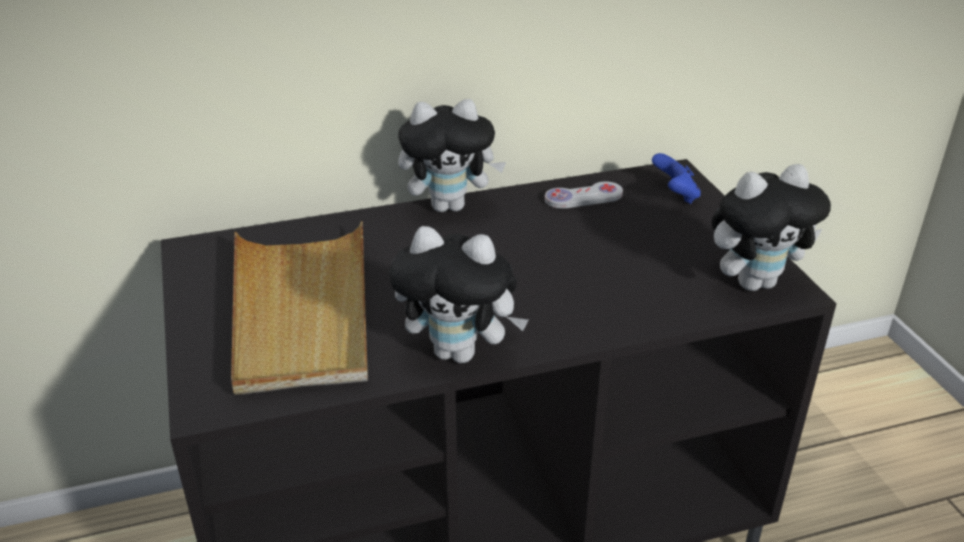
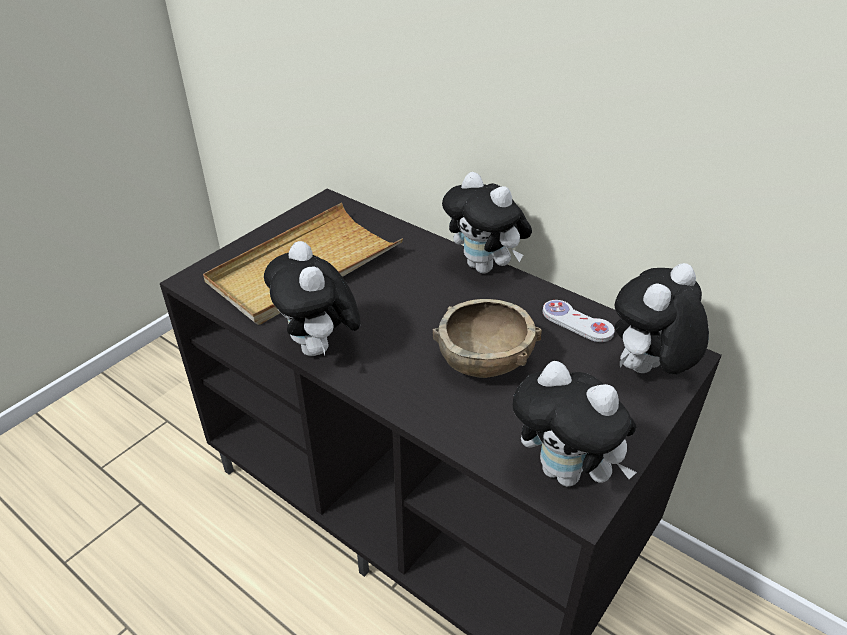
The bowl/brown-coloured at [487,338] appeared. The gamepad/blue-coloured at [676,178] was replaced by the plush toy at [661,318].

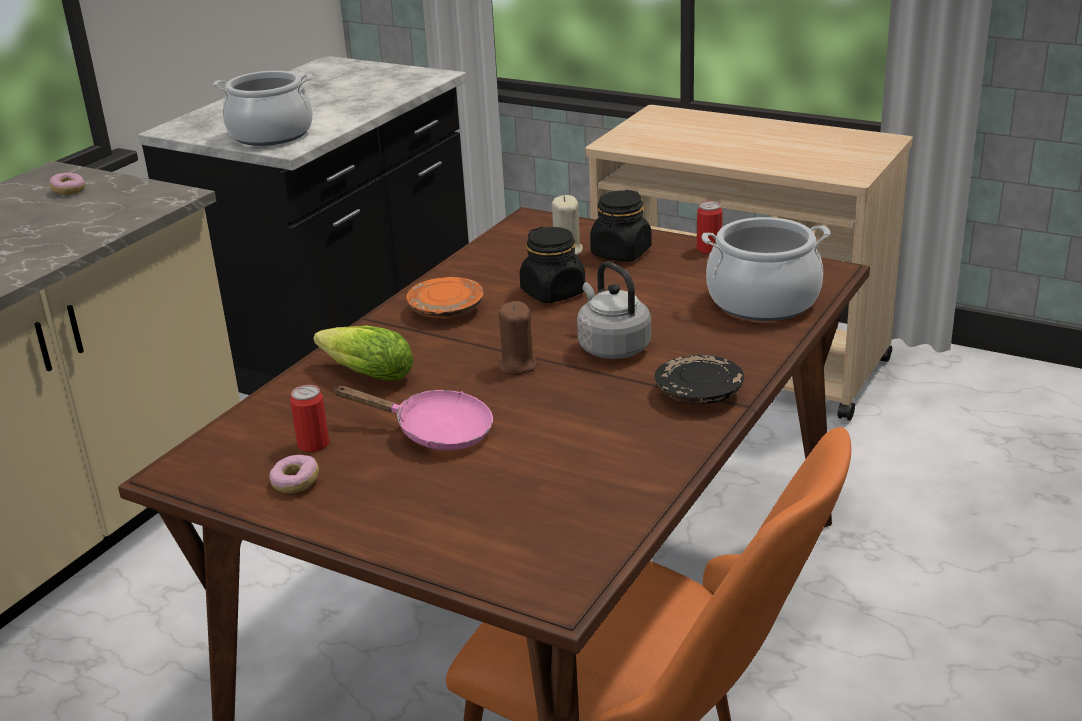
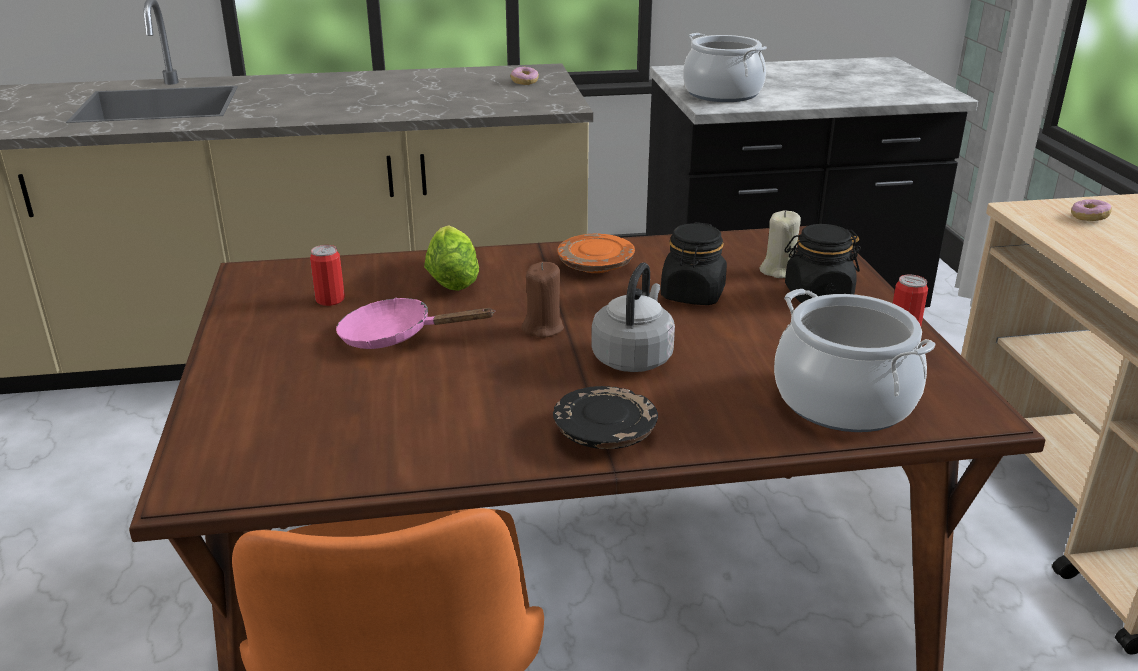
The donut moved from [294,474] to [1091,210]. The frying pan/pink at [413,418] turned 120 degrees clockwise.

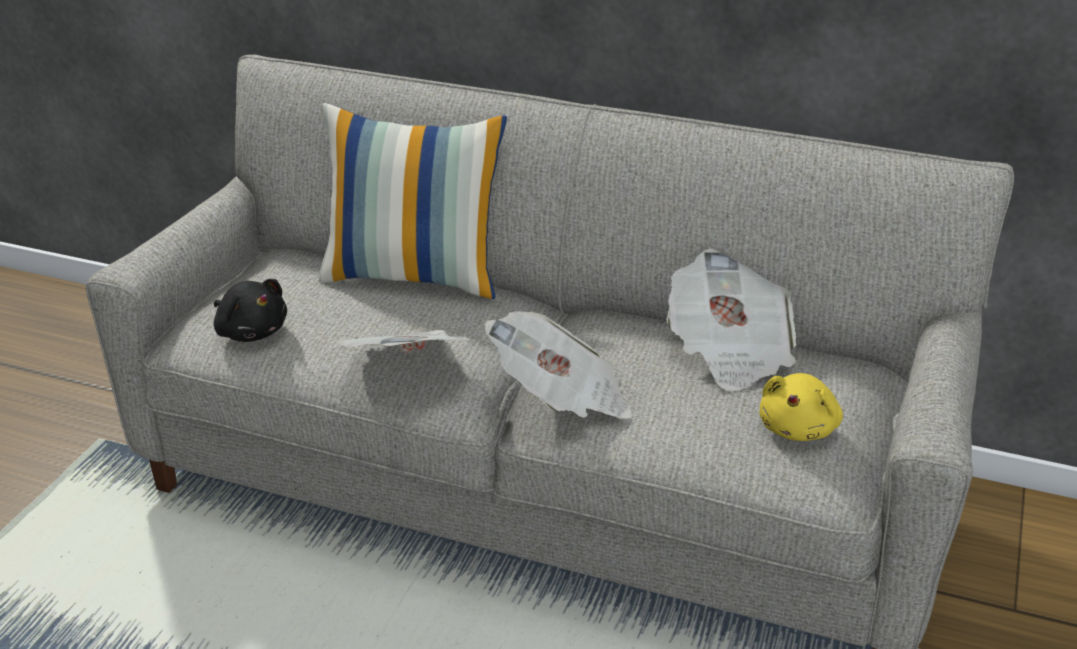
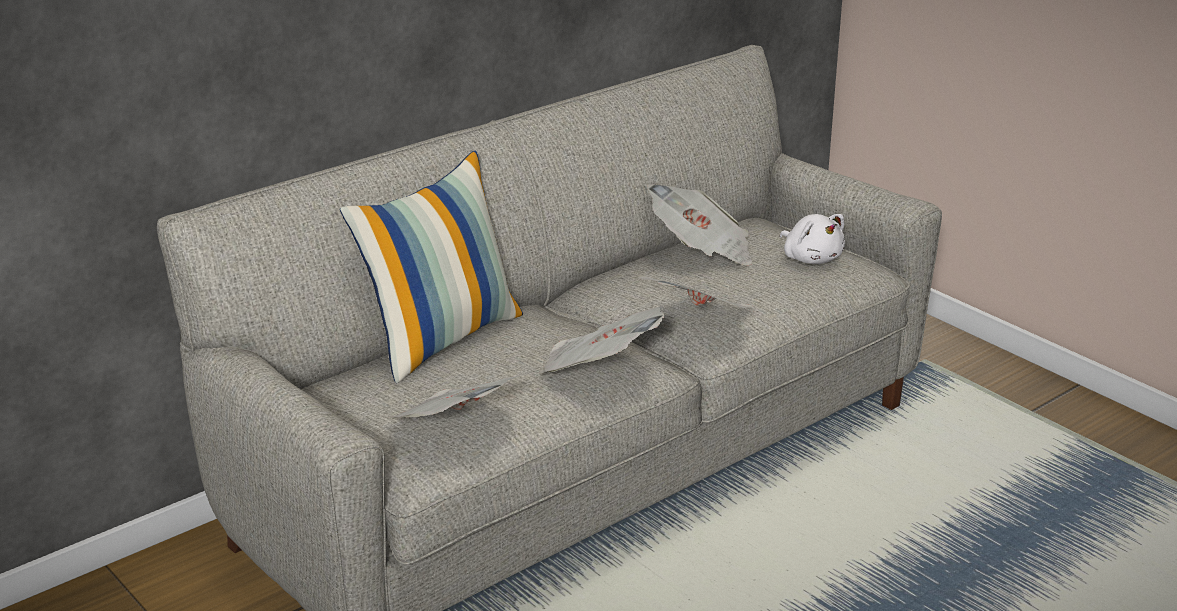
The plush toy/black-coloured at [250,310] was replaced by the printed paper at [455,397]. The plush toy/yellow-coloured at [801,407] became the plush toy/white-coloured at [812,239].

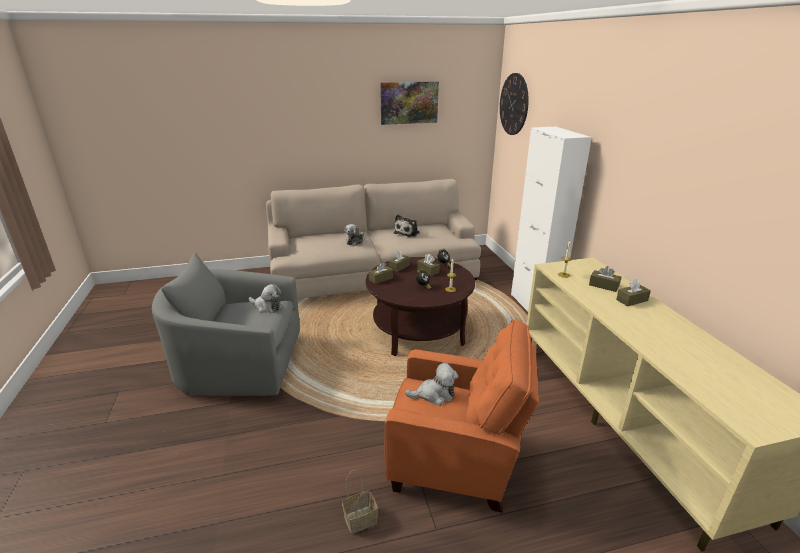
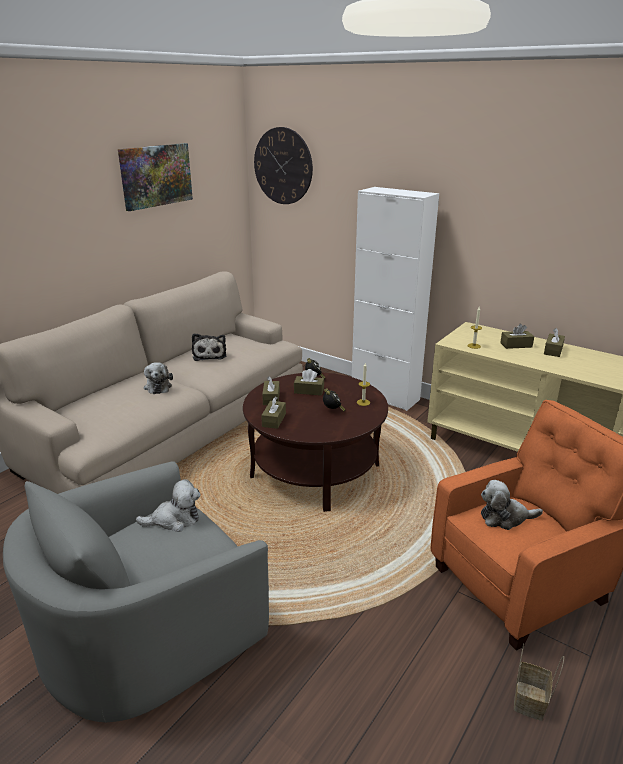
The plush toy at [431,384] turned 135 degrees counterclockwise.

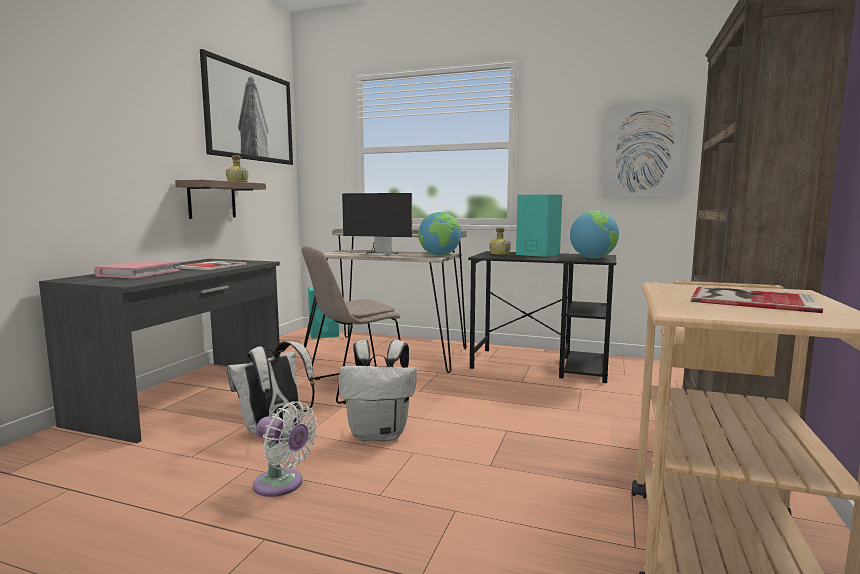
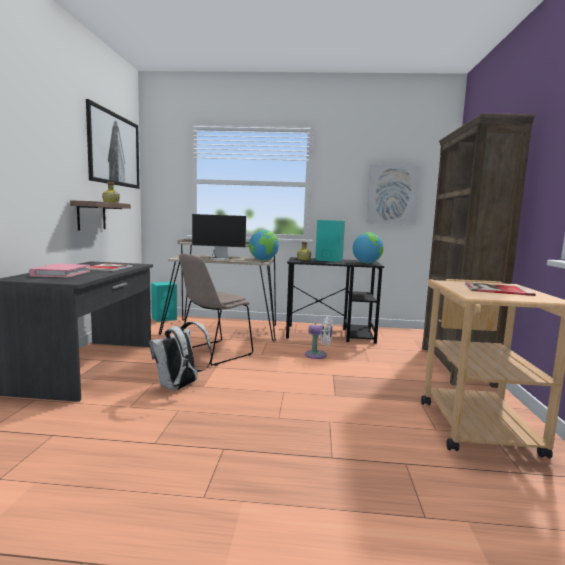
The rucksack/white-coloured at [378,390] disappeared. The fan/white-coloured moved from [285,449] to [319,337].

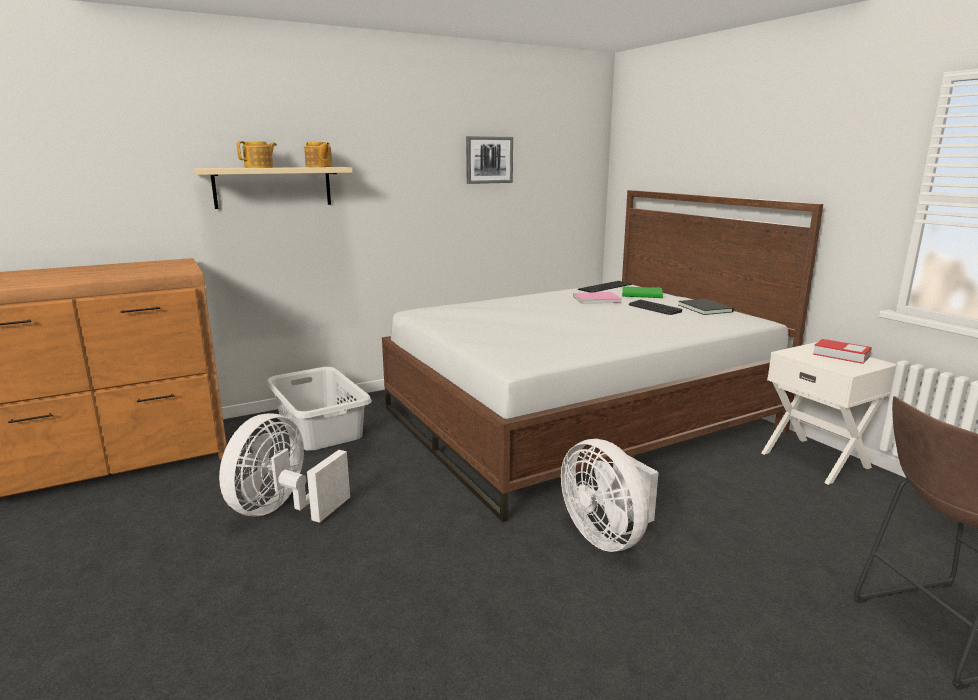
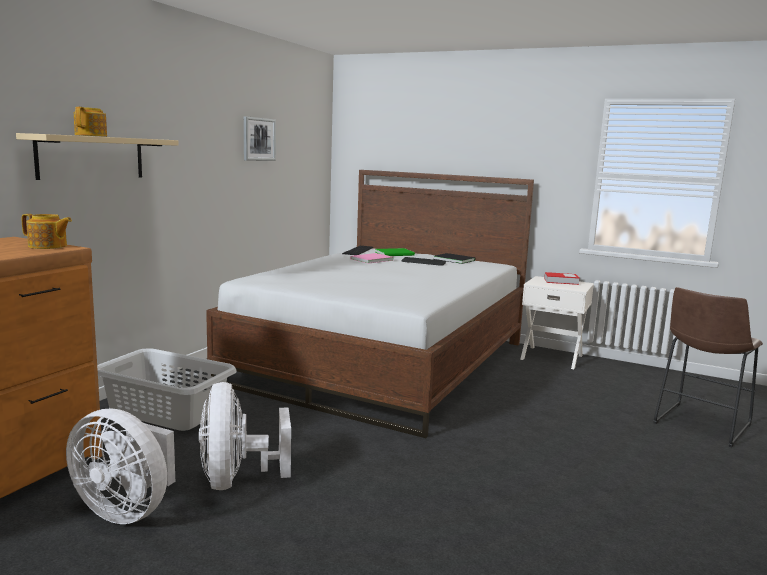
The pot for tea moved from [318,154] to [47,231]. The fan/white-coloured moved from [610,495] to [120,466].

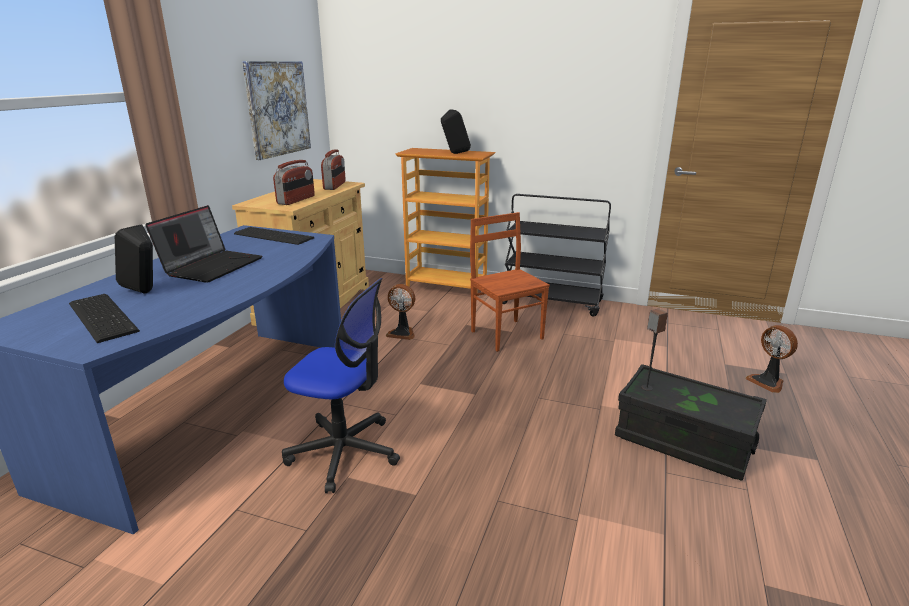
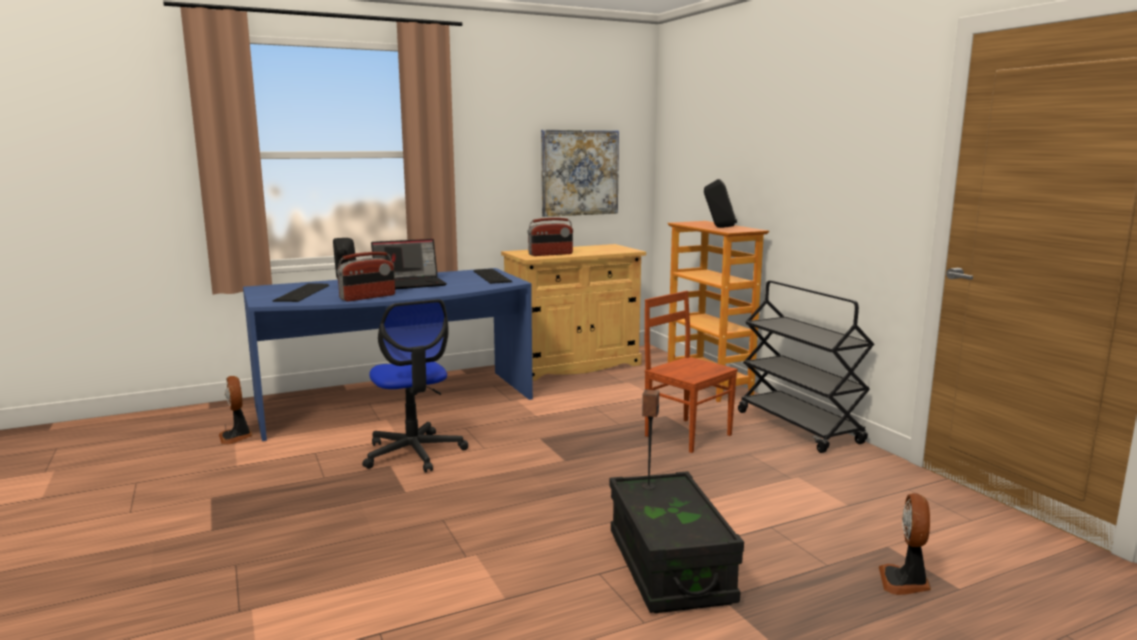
The radio receiver moved from [333,170] to [366,276]. The fan moved from [400,312] to [236,410]. The chair/brown-coloured at [510,282] turned 60 degrees counterclockwise.

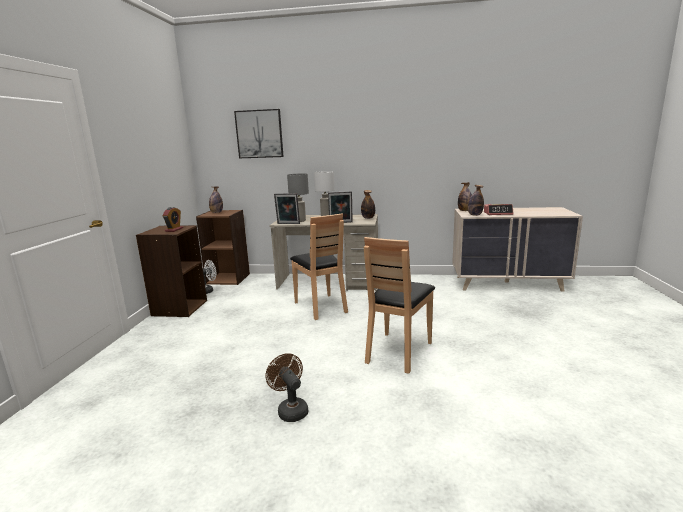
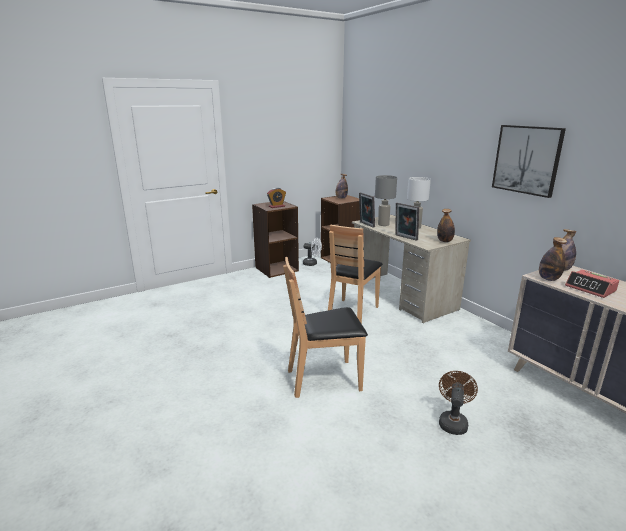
The wall picture moved from [259,133] to [529,161]. The fan/brown-coloured moved from [287,387] to [458,403].

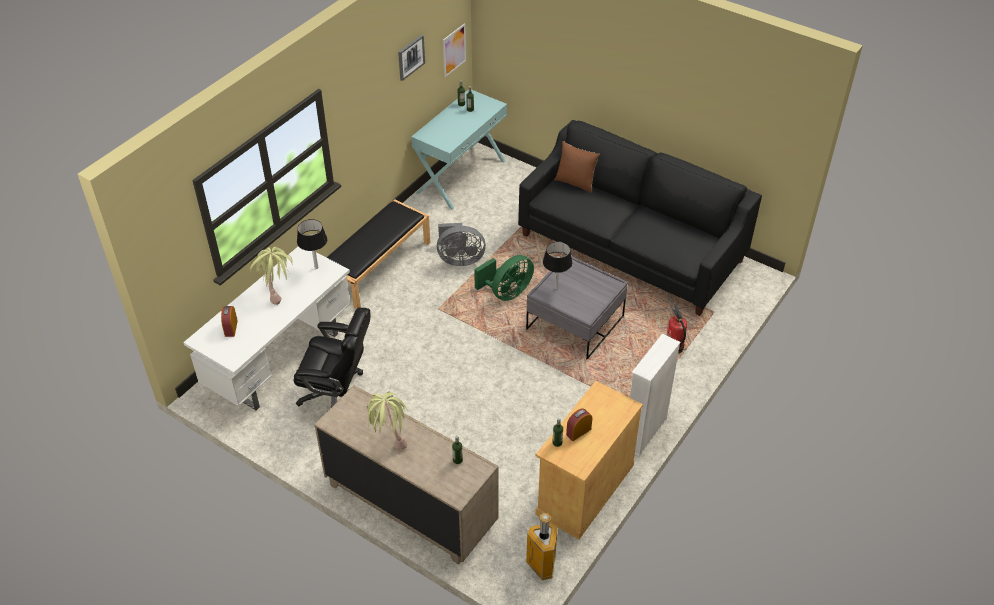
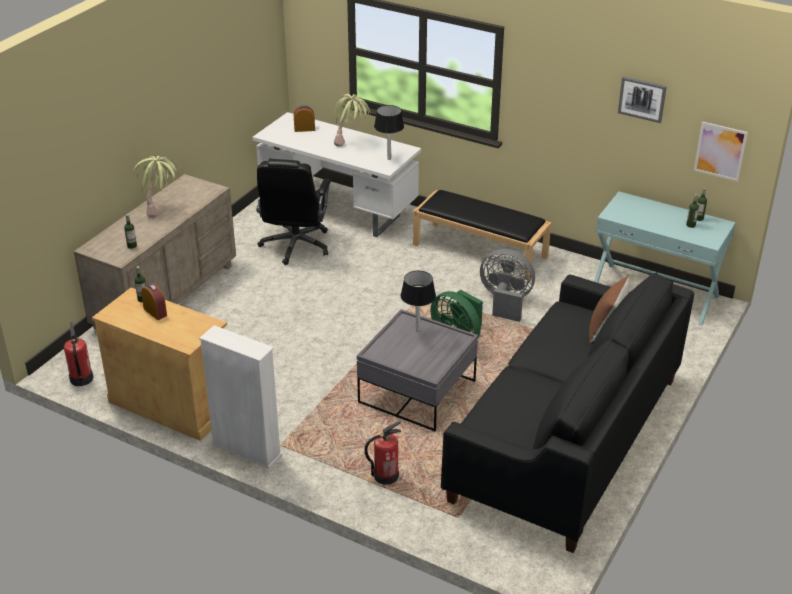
The waste bin at [542,546] was replaced by the fire extinguisher at [78,354]. The fan/grey at [461,244] turned 120 degrees clockwise.

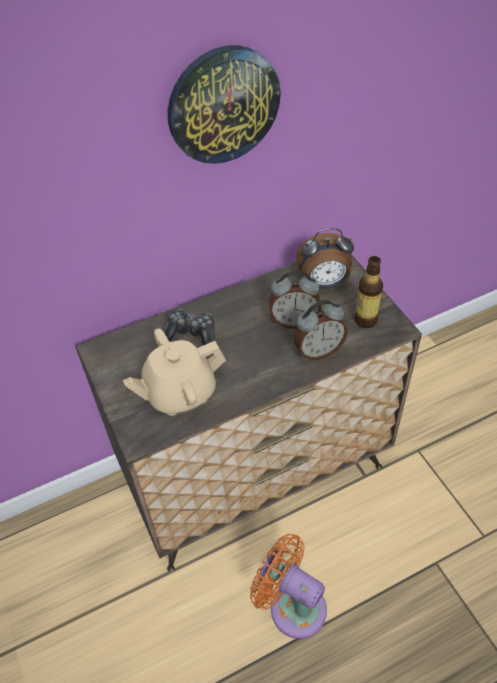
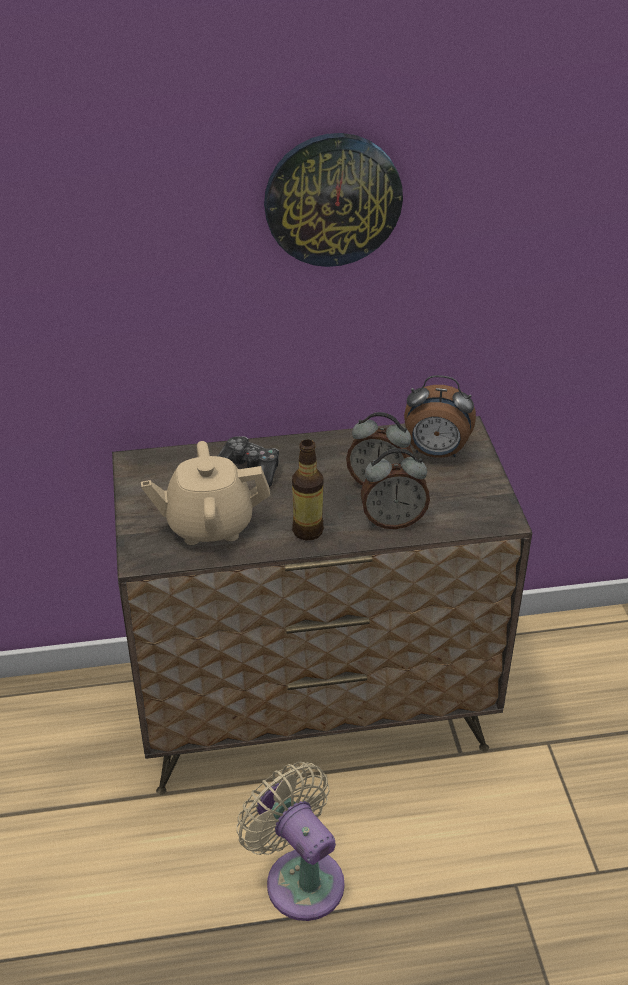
The bottle moved from [368,292] to [308,490]. The fan/orangey at [288,586] became the fan/beige-coloured at [290,841].

